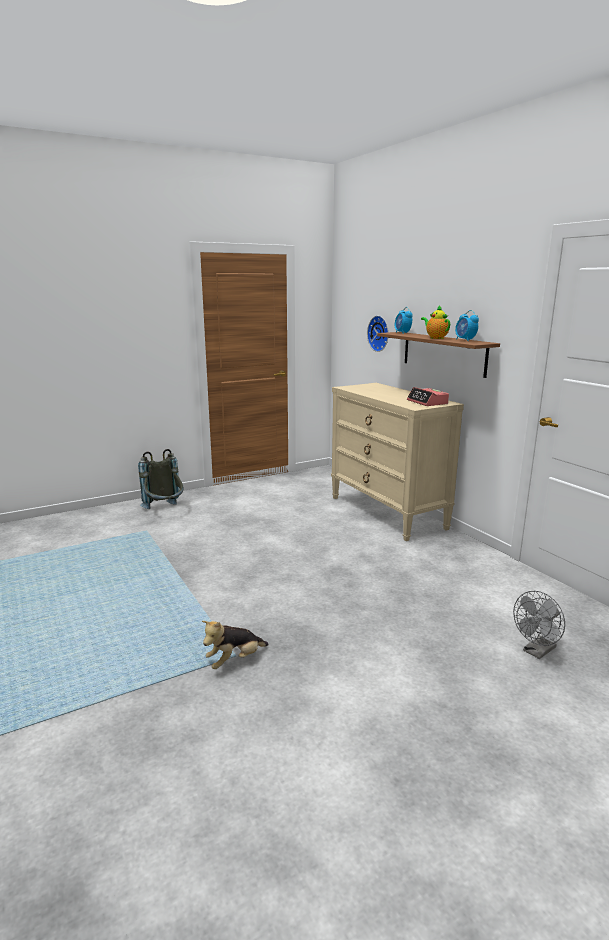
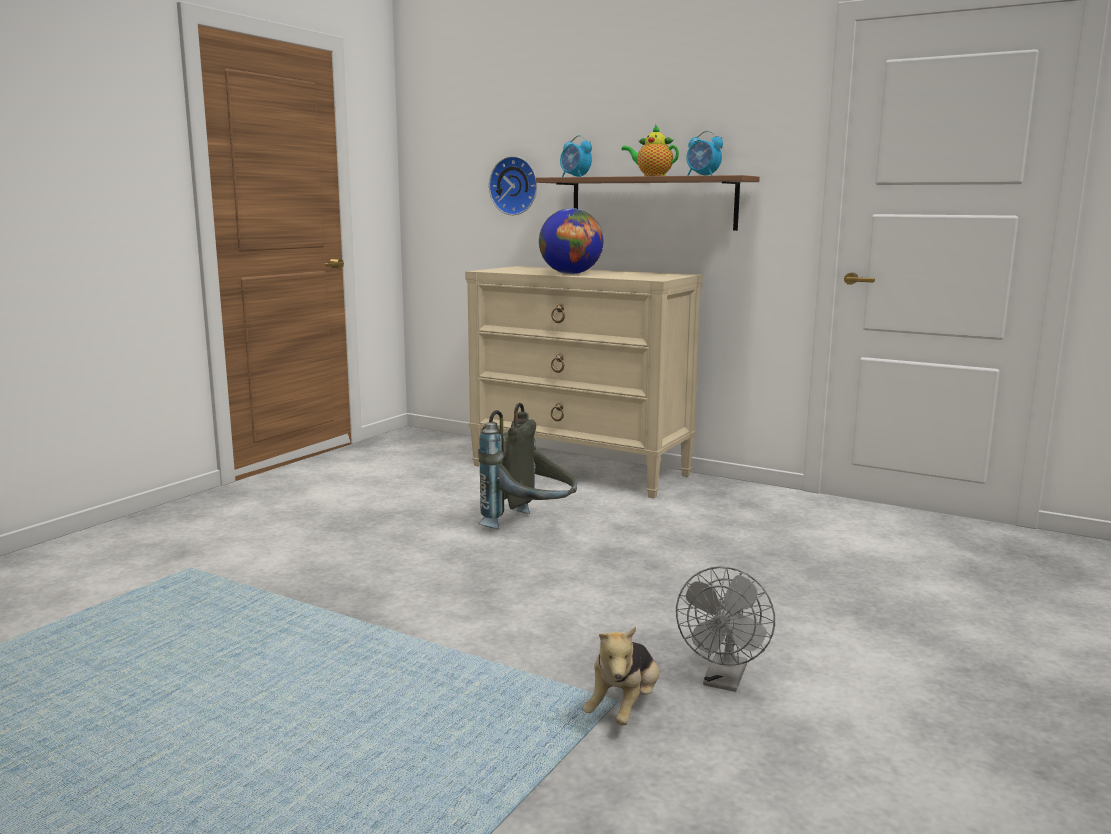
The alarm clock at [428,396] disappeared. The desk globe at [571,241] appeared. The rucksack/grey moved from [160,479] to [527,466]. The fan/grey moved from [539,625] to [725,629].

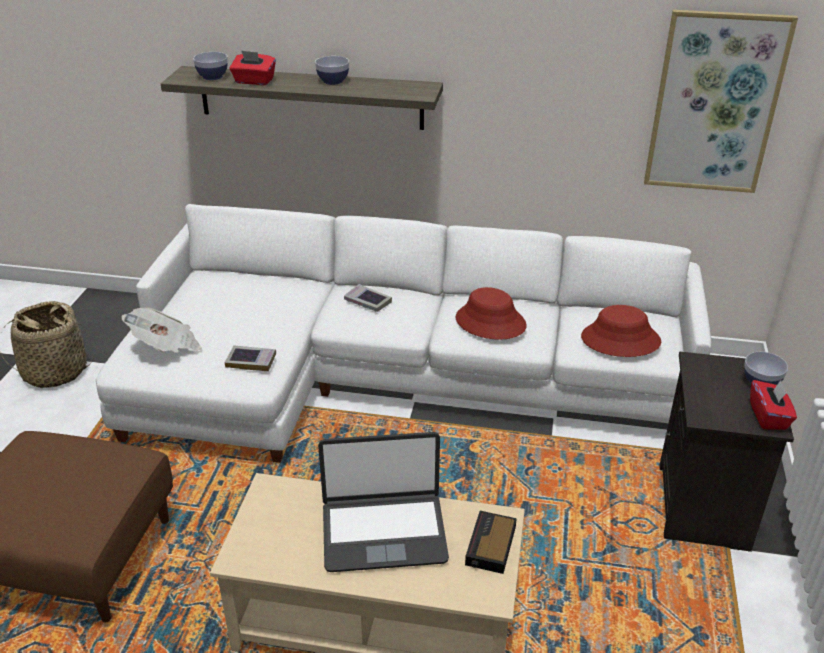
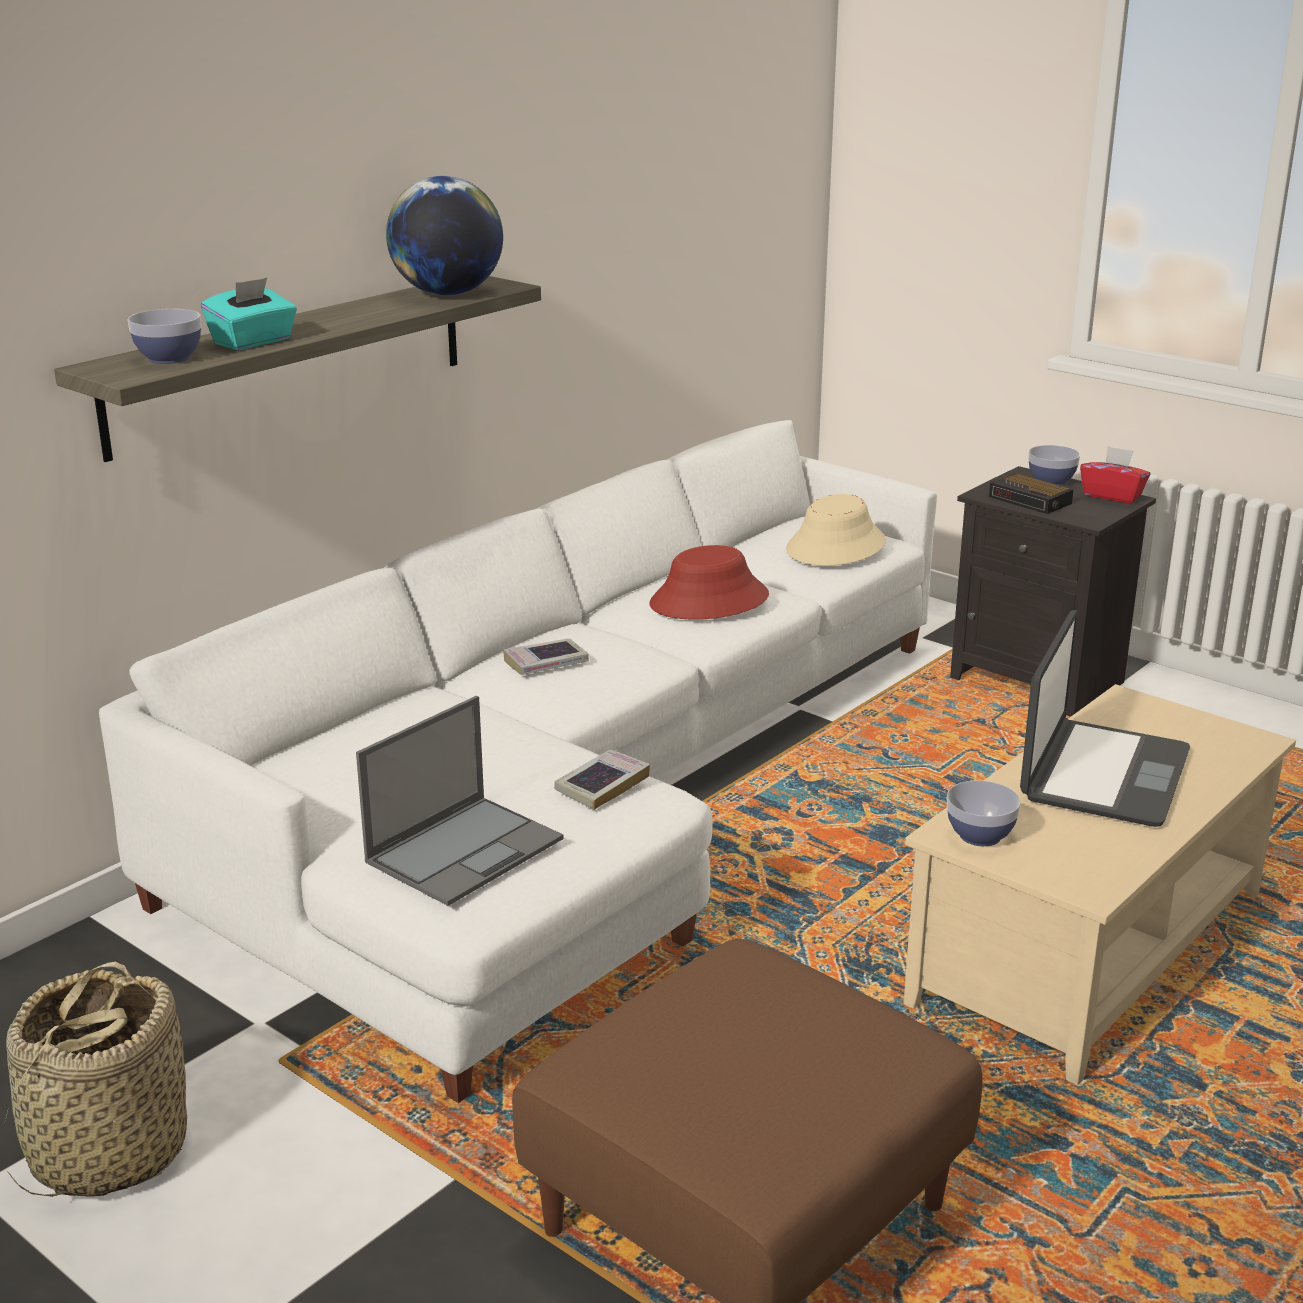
The wall picture at [721,101] disappeared. The desk globe at [444,235] appeared. The bowl moved from [332,70] to [984,813]. The alarm clock moved from [491,542] to [1031,493]. The printed paper at [162,330] was replaced by the laptop at [460,801]. The box of tissues/reddish at [253,67] became the box of tissues/blue-green at [249,314]. The hat/reddish at [621,331] became the hat/beige-coloured at [836,530].

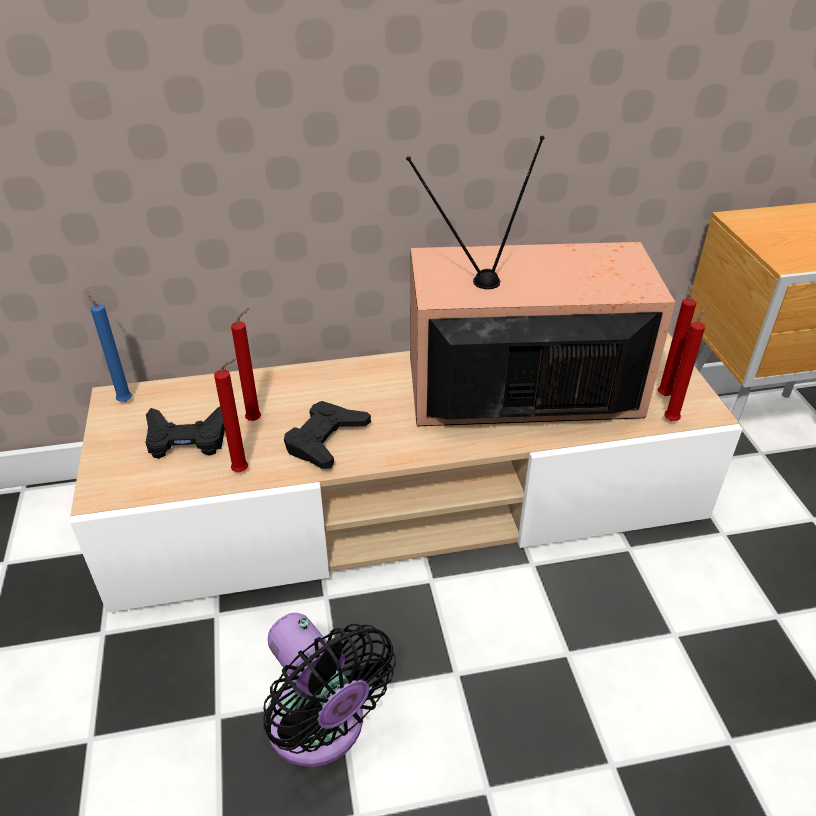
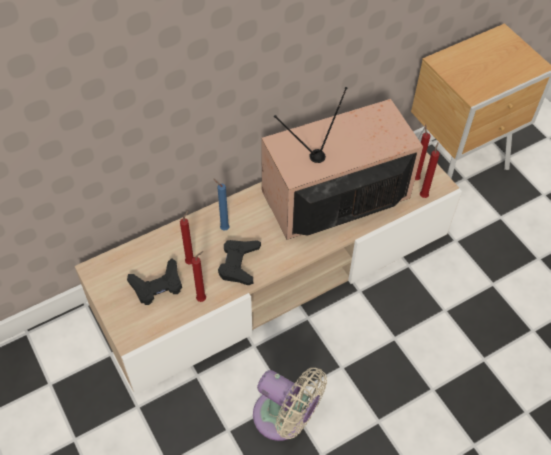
The wax candle/blue-coloured moved from [109,346] to [222,205]. The fan/black-coloured at [329,690] became the fan/beige-coloured at [290,404].

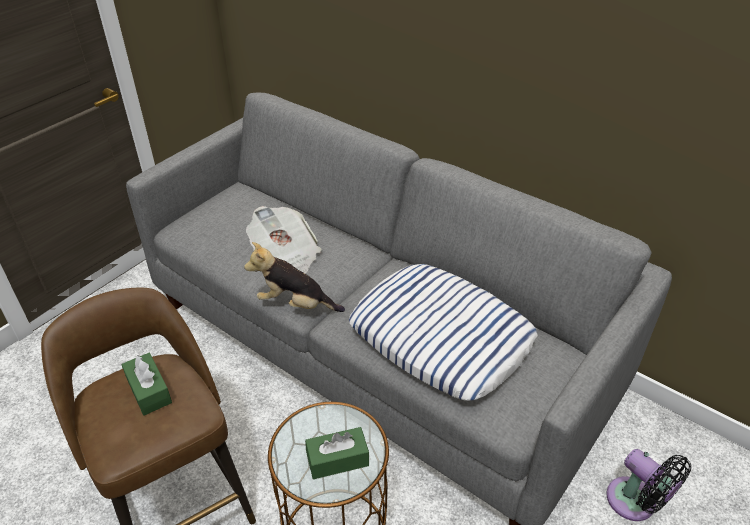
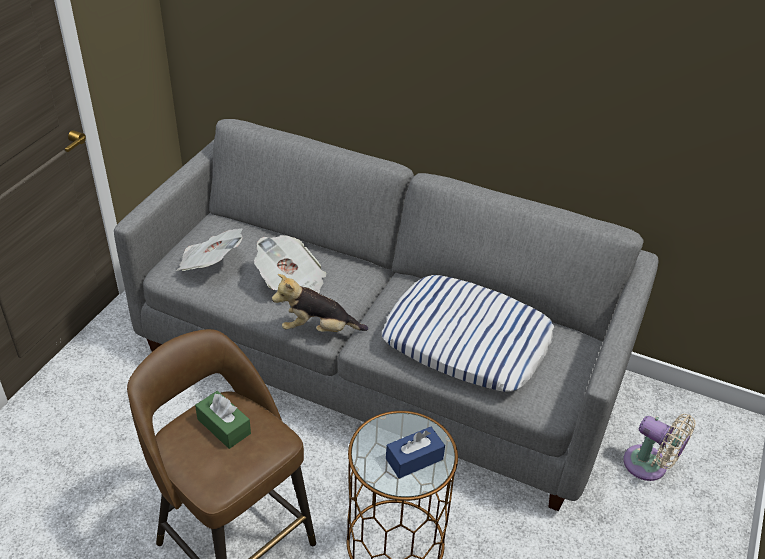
The printed paper at [210,249] appeared. The box of tissues/green-coloured at [337,453] became the box of tissues/blue-coloured at [415,453]. The fan/black-coloured at [648,485] became the fan/beige-coloured at [659,447].

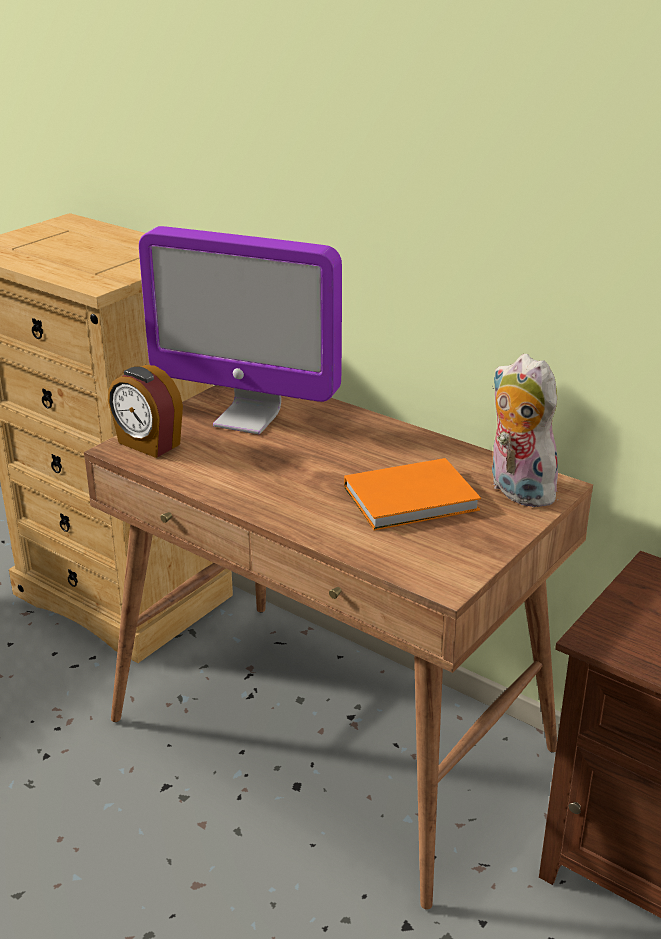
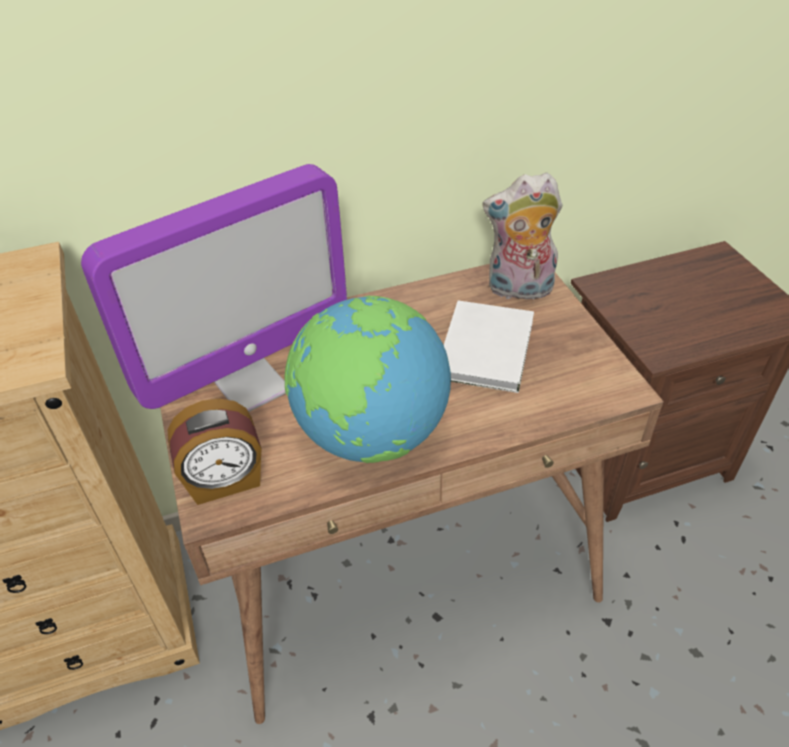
The desk globe at [367,379] appeared. The volume/orangey at [412,494] became the volume/white-coloured at [489,346].

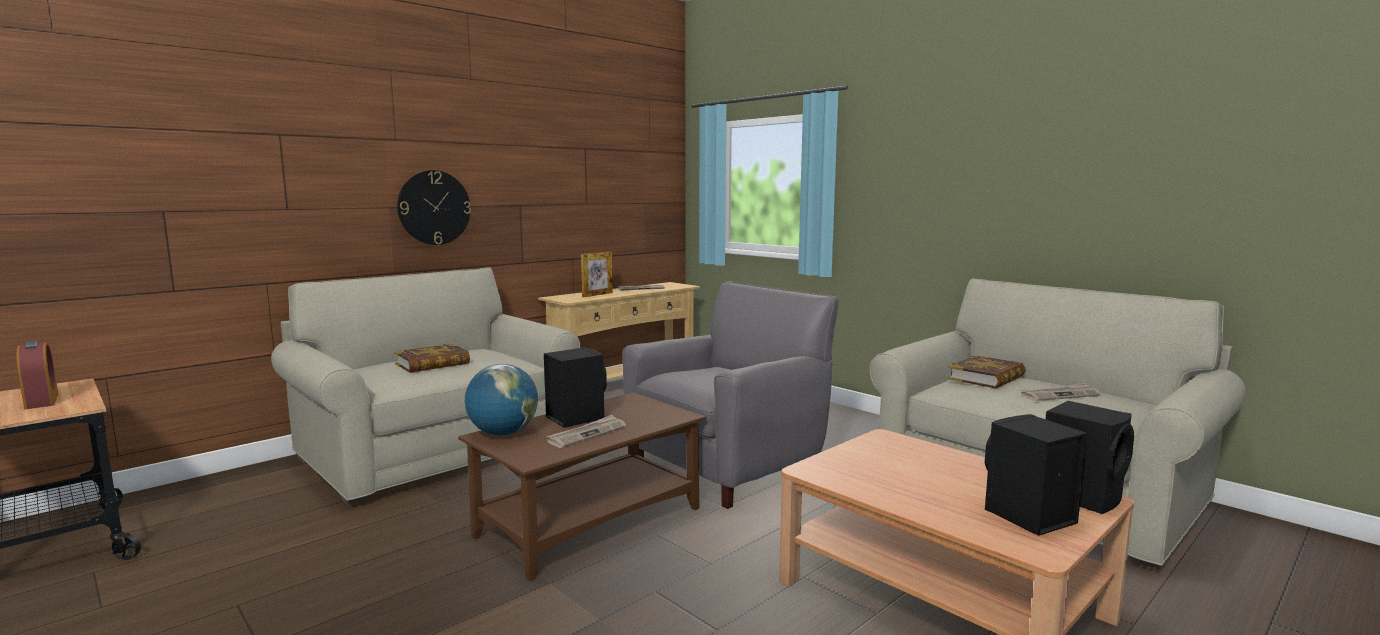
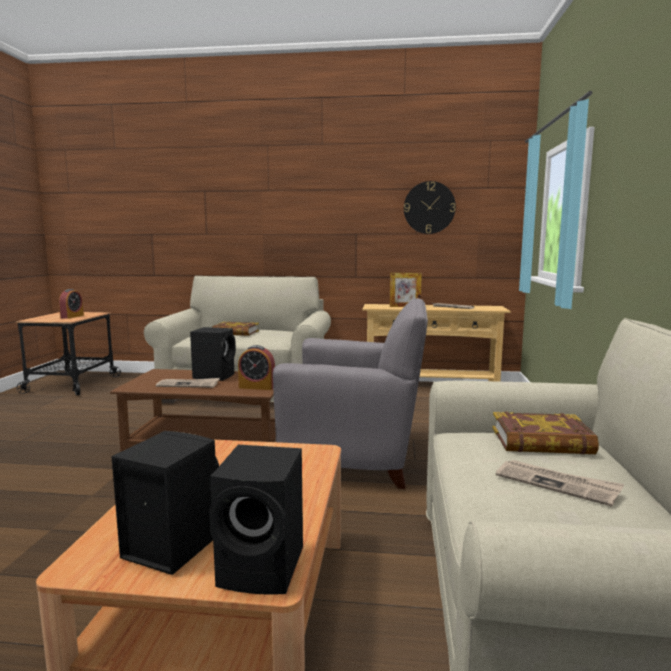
The desk globe at [501,400] disappeared. The alarm clock at [256,367] appeared. The hanging clock moved from [434,207] to [430,207].

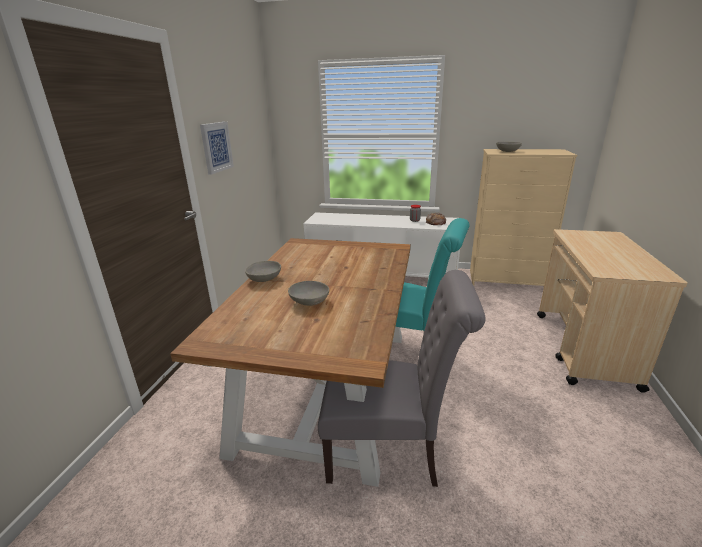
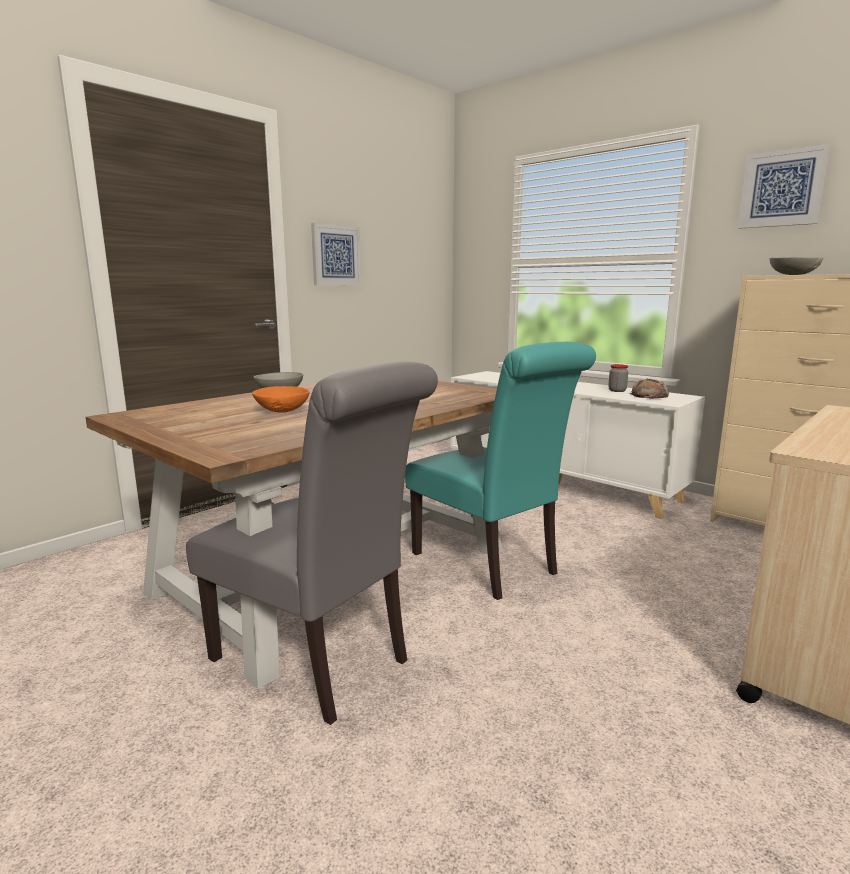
The wall picture at [784,186] appeared. The bowl/grey at [308,293] became the bowl/orangey at [281,399].

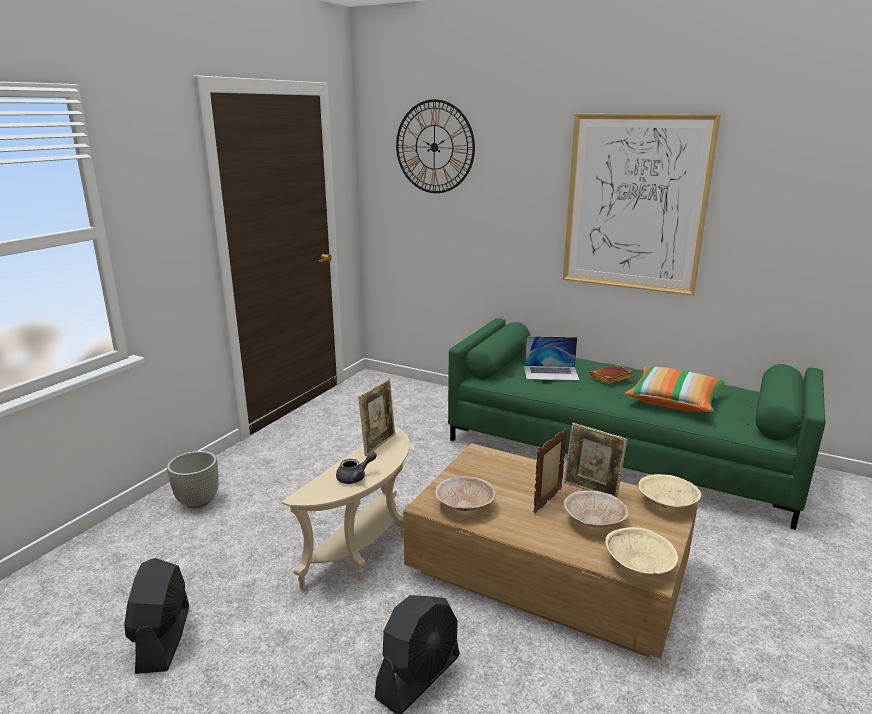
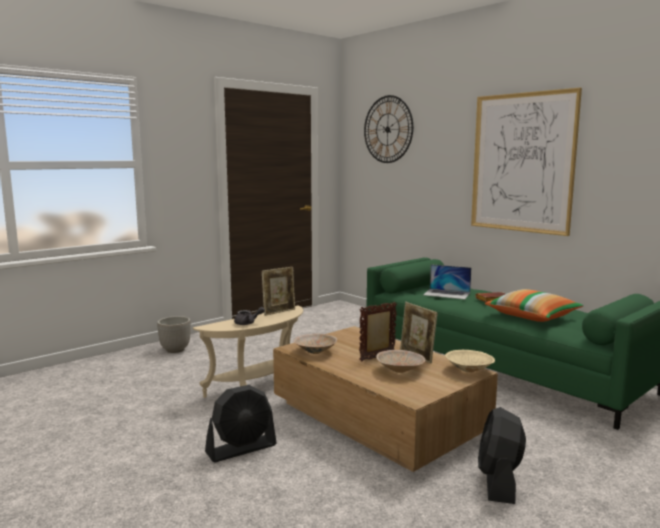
The bowl/beige-coloured at [642,550] disappeared. The fan/black-coloured moved from [156,616] to [502,455].

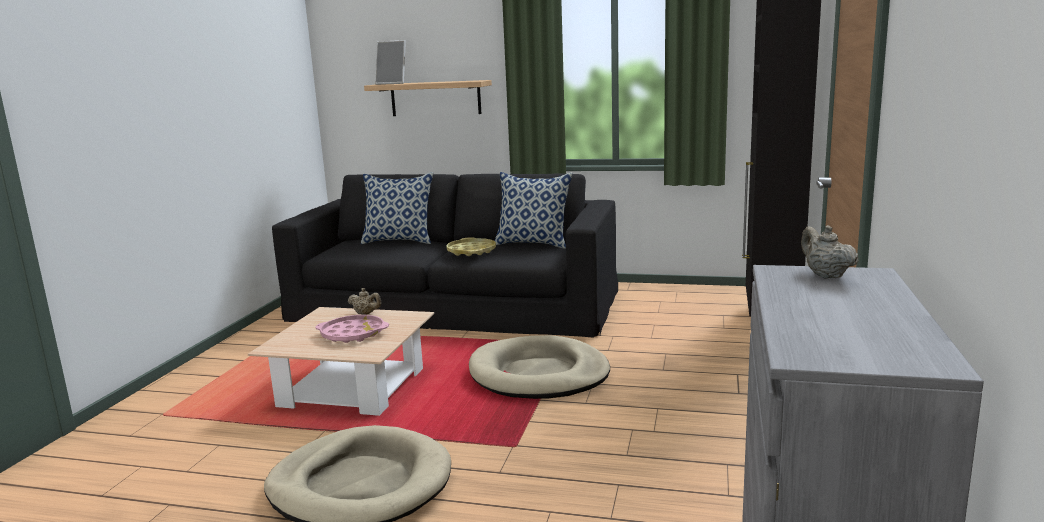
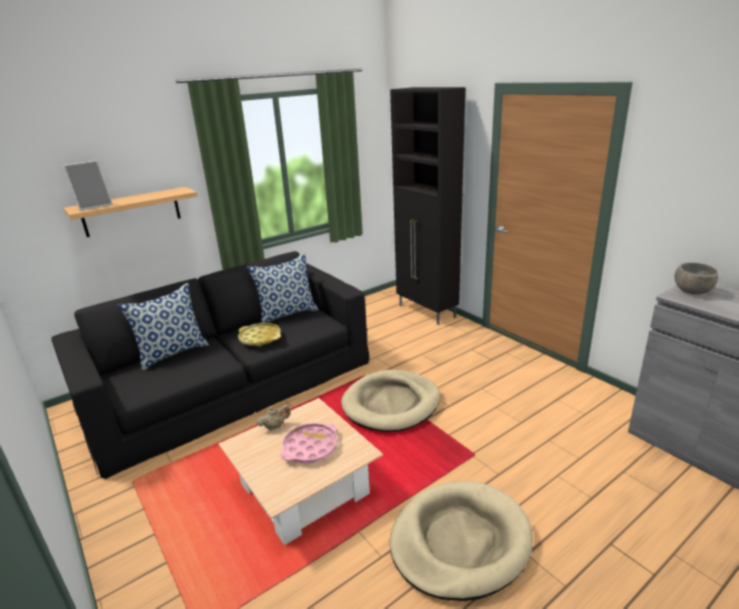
The pot for tea/beige-coloured at [830,251] was replaced by the bowl/grey at [696,279].

